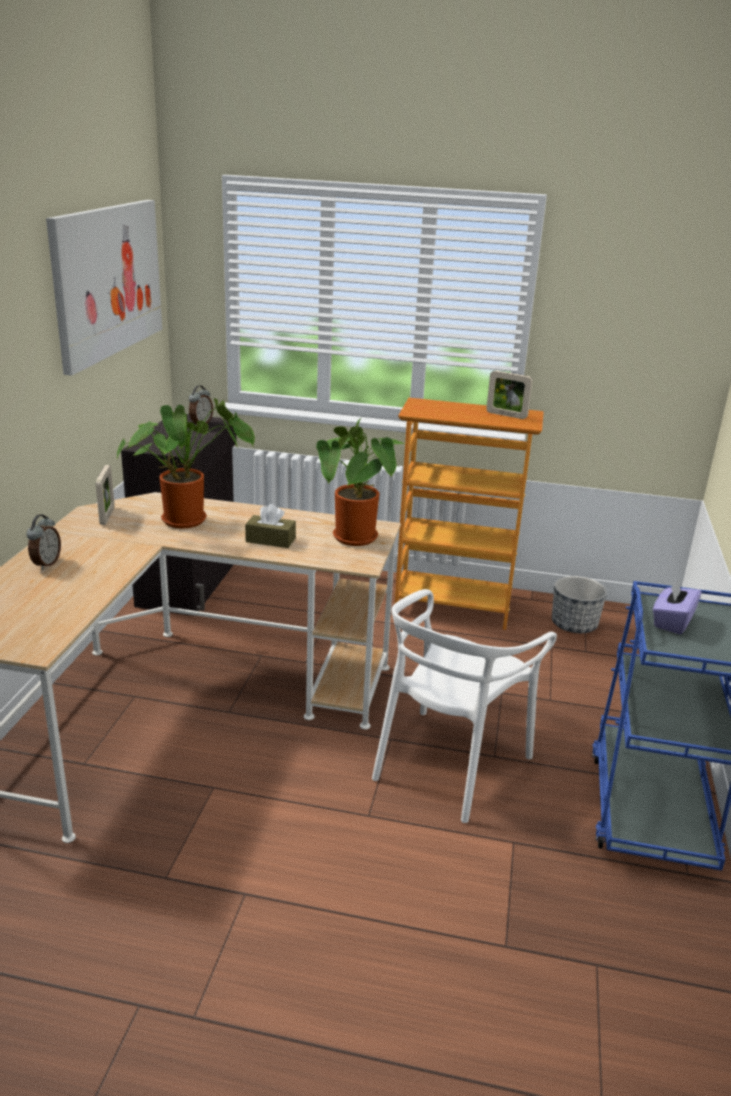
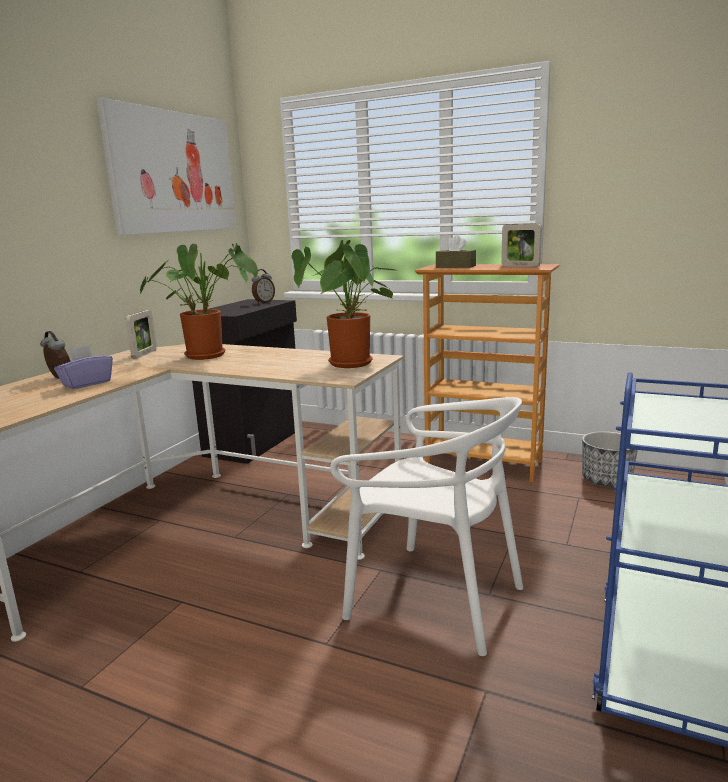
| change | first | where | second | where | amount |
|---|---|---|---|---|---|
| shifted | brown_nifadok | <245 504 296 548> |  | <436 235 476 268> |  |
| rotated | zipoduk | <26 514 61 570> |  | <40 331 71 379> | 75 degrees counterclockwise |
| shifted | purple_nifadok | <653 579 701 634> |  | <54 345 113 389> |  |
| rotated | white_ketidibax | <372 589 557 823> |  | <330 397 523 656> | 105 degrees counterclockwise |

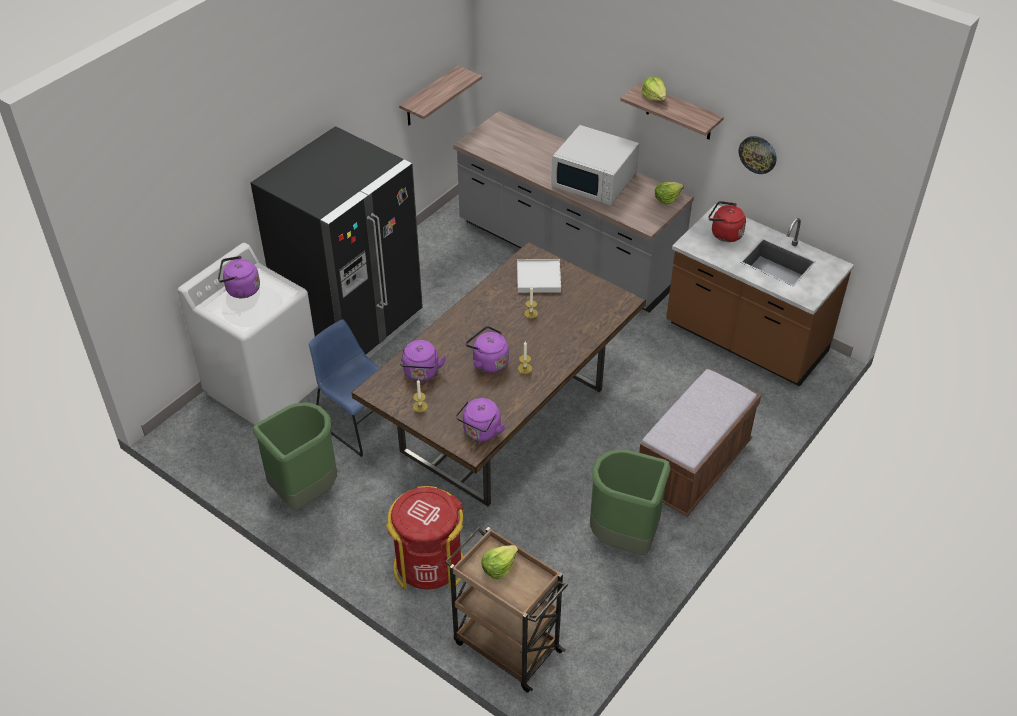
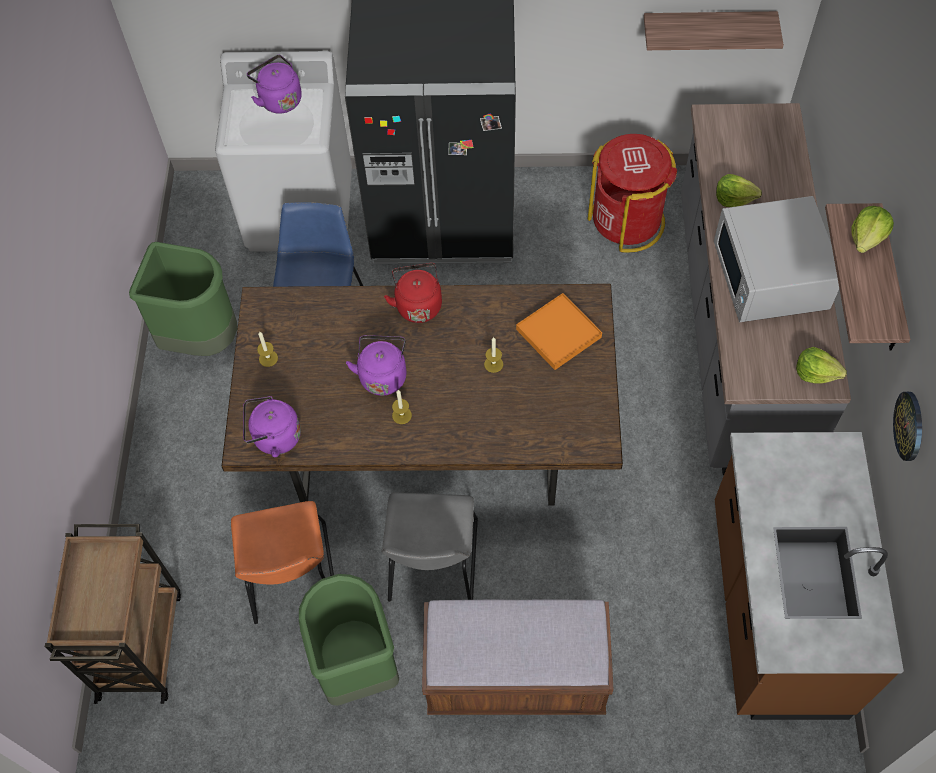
| change | first | where | second | where | amount |
|---|---|---|---|---|---|
| shifted | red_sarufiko | <709 201 746 242> |  | <384 263 442 323> |  |
| repainted | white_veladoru | <517 259 561 293> | orange_veladoru | <516 293 602 370> |  |
| gone | purple_sarufiko | <400 340 446 381> |  |  |  |
| shifted | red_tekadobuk | <386 486 464 590> |  | <588 134 677 253> |  |
| shifted | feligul | <481 545 518 579> |  | <716 174 762 207> |  |
| new |  |  | grey_ketidibax | <381 492 478 602> |  |
| new |  |  | orange_ketidibax | <231 501 334 624> |  |

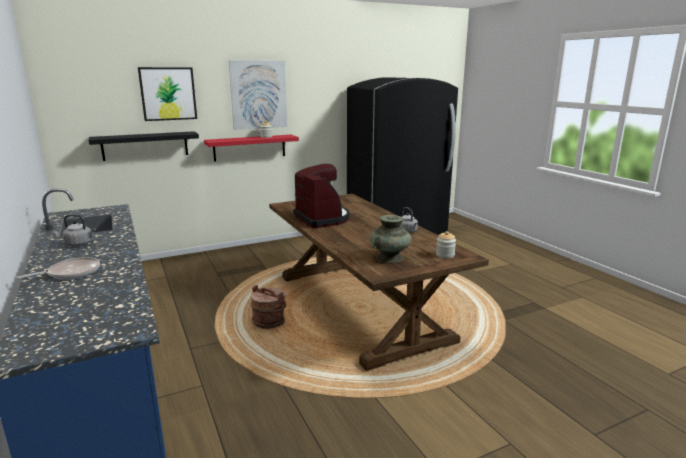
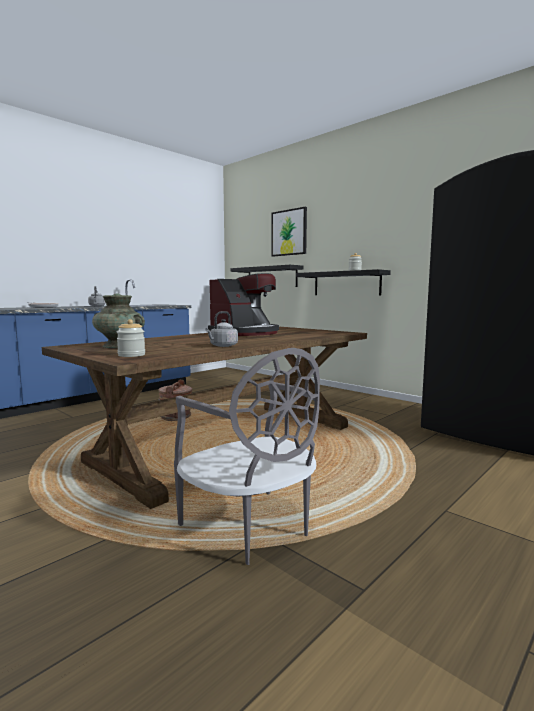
| change | first | where | second | where | amount |
|---|---|---|---|---|---|
| gone | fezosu | <229 60 287 130> |  |  |  |
| repainted | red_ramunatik | <204 135 299 162> | black_ramunatik | <296 269 391 295> |  |
| new |  |  | grey_ketidibax | <174 348 320 565> |  |

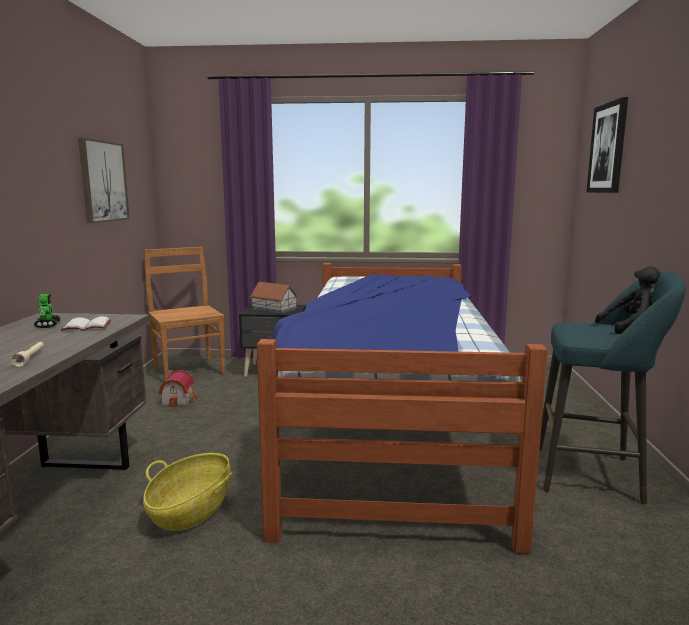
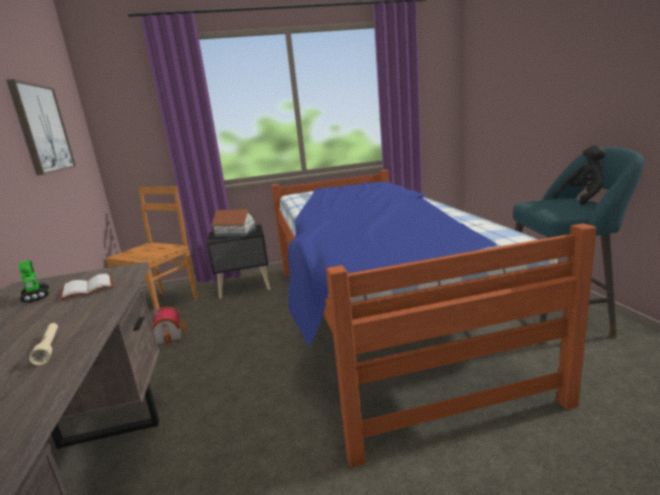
| change | first | where | second | where | amount |
|---|---|---|---|---|---|
| gone | fezosu | <587 97 628 193> |  |  |  |
| rotated | brown_ketidibax | <144 247 225 381> |  | <105 187 198 309> | 75 degrees clockwise |
| gone | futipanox | <143 453 232 531> |  |  |  |

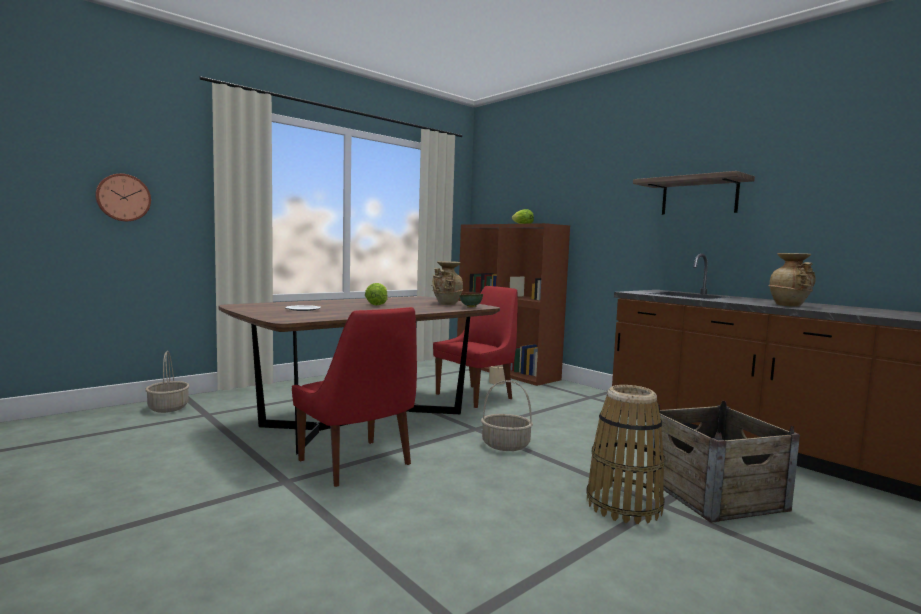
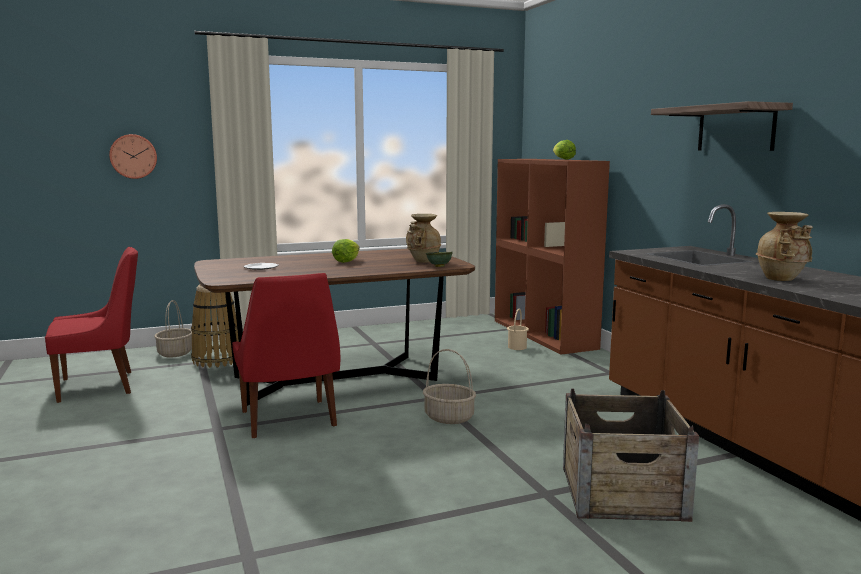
| change | first | where | second | where | amount |
|---|---|---|---|---|---|
| shifted | red_ketidibax | <433 286 518 408> |  | <45 247 138 403> |  |
| shifted | futipanox | <586 385 665 524> |  | <191 285 239 368> |  |

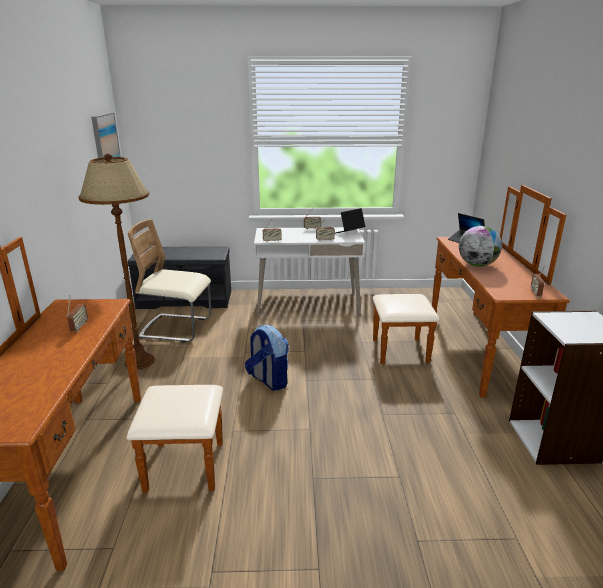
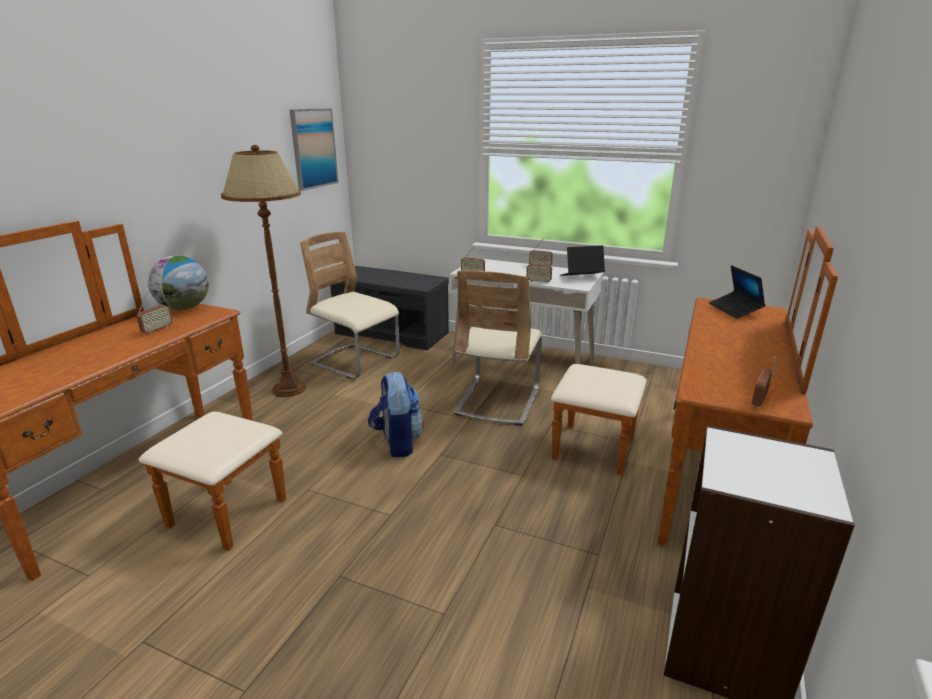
| change | first | where | second | where | amount |
|---|---|---|---|---|---|
| shifted | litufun | <459 226 502 267> |  | <148 255 209 310> |  |
| new |  |  | beige_ketidibax | <454 271 542 425> |  |

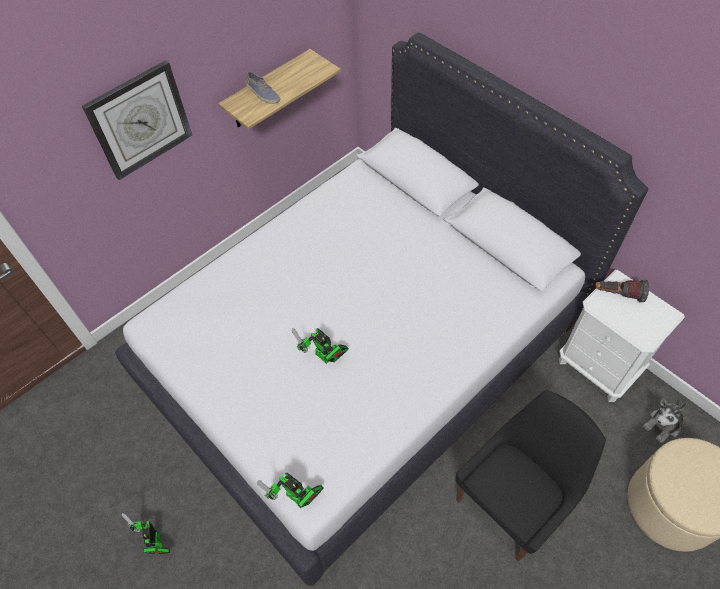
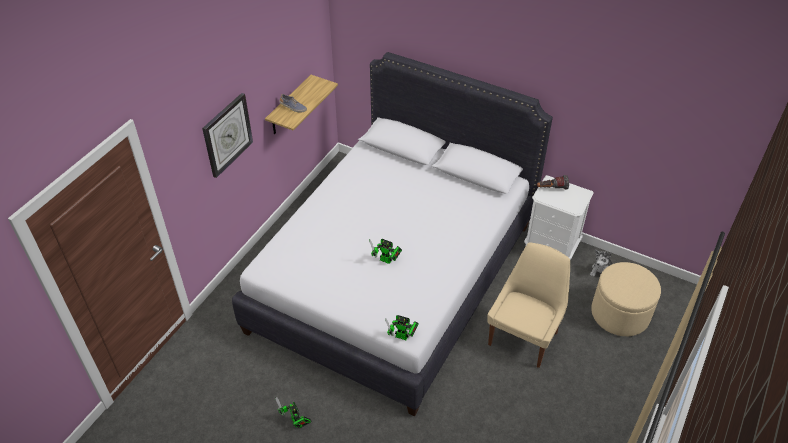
| change | first | where | second | where | amount |
|---|---|---|---|---|---|
| repainted | black_ketidibax | <456 390 606 562> | beige_ketidibax | <487 243 570 368> |  |

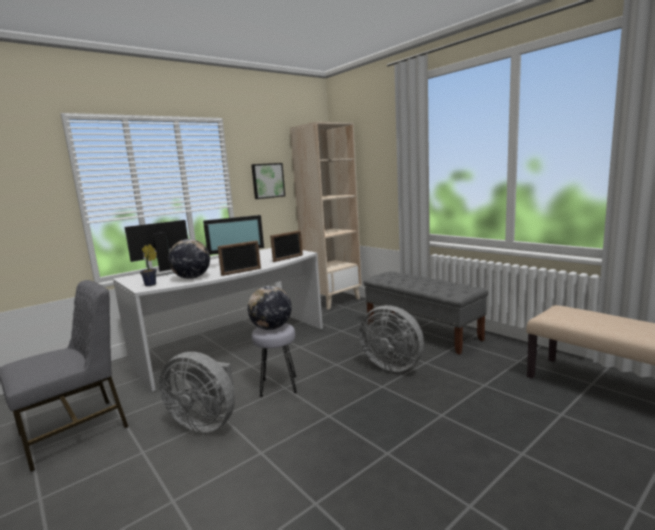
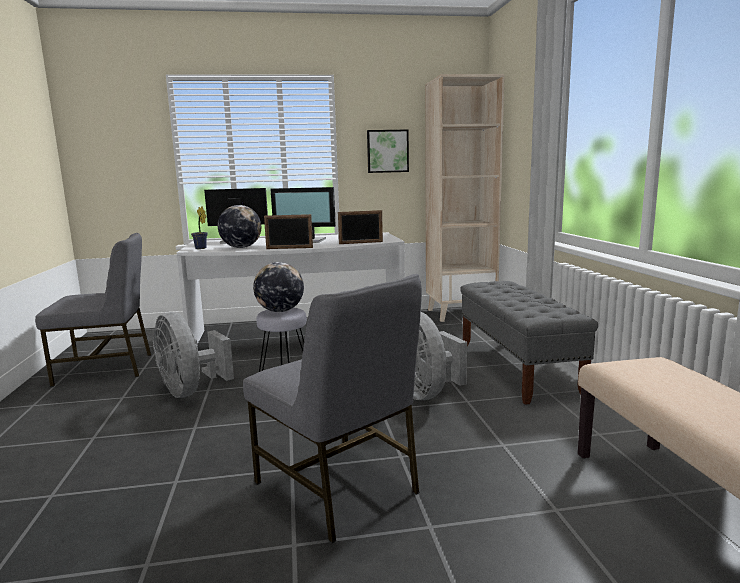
| change | first | where | second | where | amount |
|---|---|---|---|---|---|
| new |  |  | grey_ketidibax | <243 274 422 543> |  |

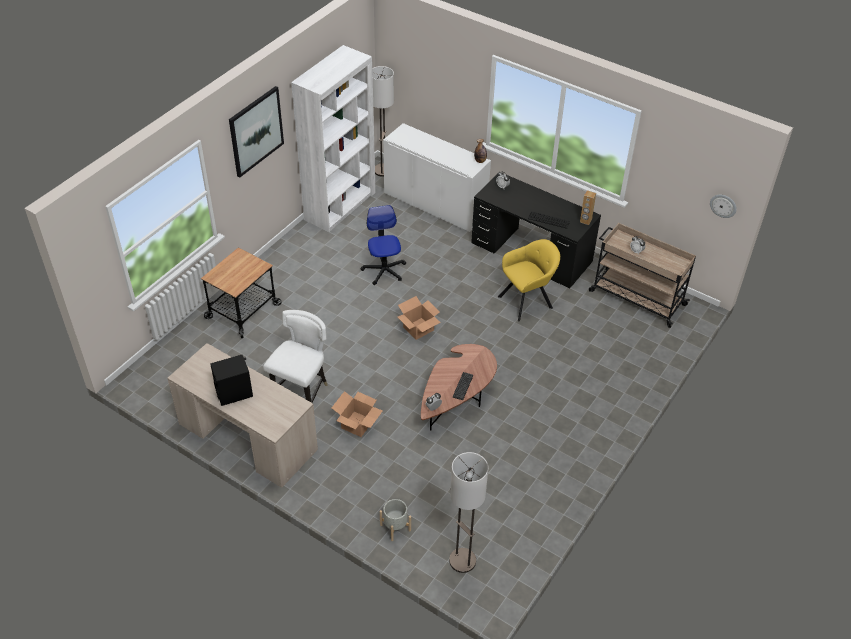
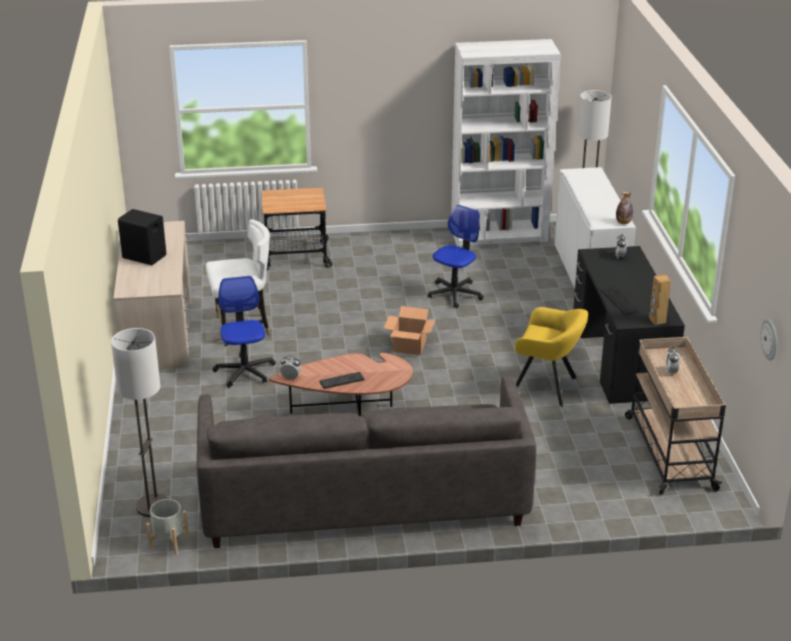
| change | first | where | second | where | amount |
|---|---|---|---|---|---|
| gone | fezosu | <229 86 284 178> |  |  |  |
| swapped | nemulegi | <332 391 383 437> | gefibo | <212 276 276 388> |  |
| shifted | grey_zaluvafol | <380 499 411 541> |  | <146 499 189 555> |  |
| new |  |  | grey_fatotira | <197 376 536 548> |  |

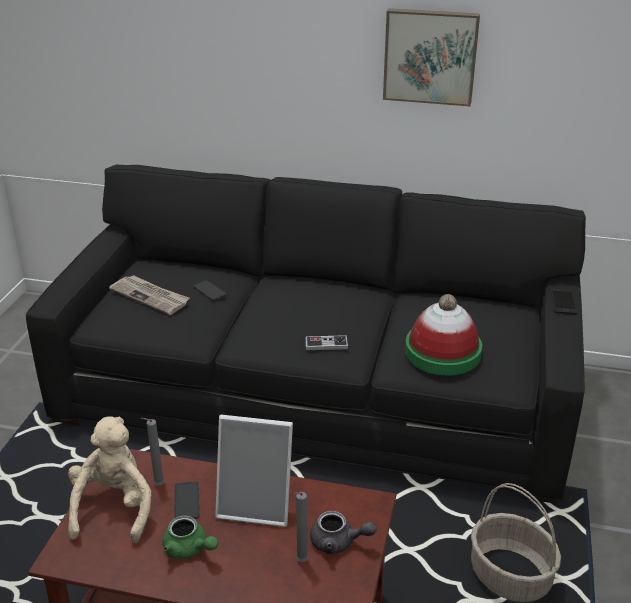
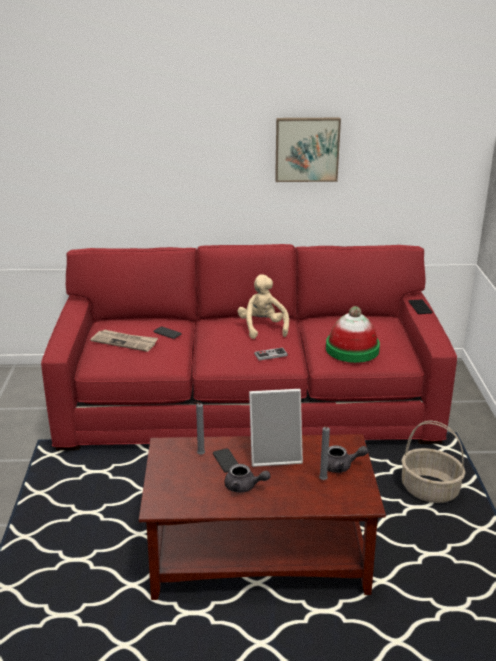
| change | first | where | second | where | amount |
|---|---|---|---|---|---|
| repainted | black_fatotira | <26 165 586 504> | red_fatotira | <41 244 457 450> |  |
| shifted | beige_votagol | <68 416 151 543> |  | <238 274 289 339> |  |
| repainted | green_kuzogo | <162 515 219 559> | grey_kuzogo | <225 464 270 493> |  |

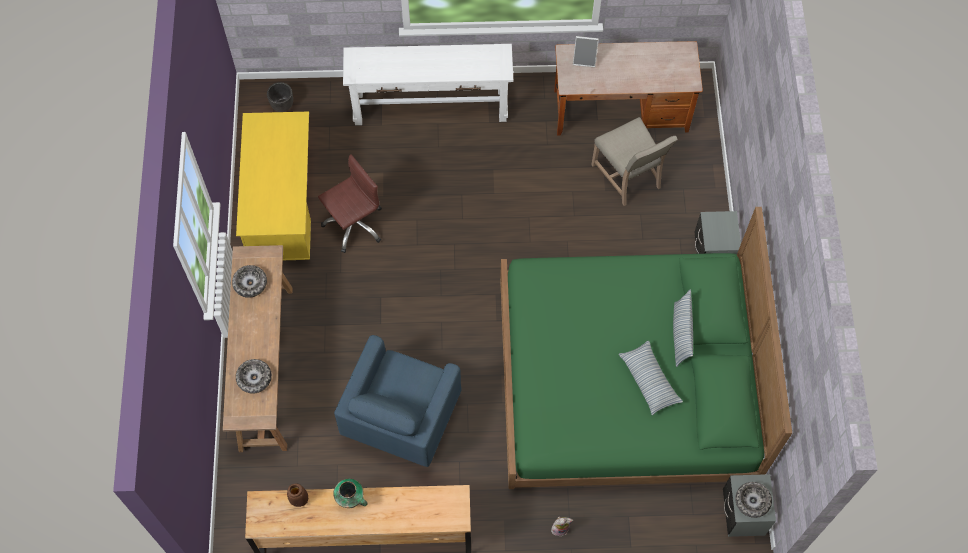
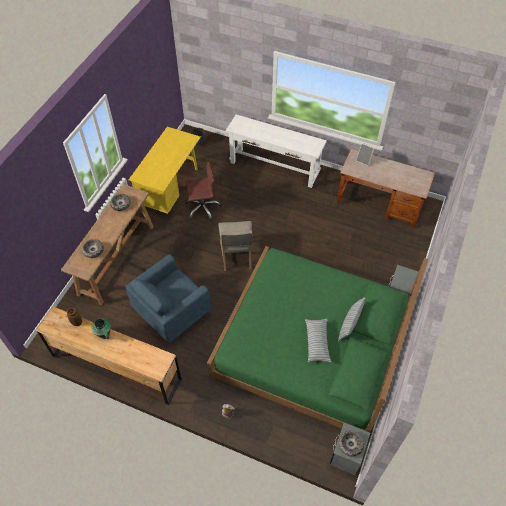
| change | first | where | second | where | amount |
|---|---|---|---|---|---|
| shifted | beige_ketidibax | <591 117 678 206> |  | <218 221 252 271> |  |

